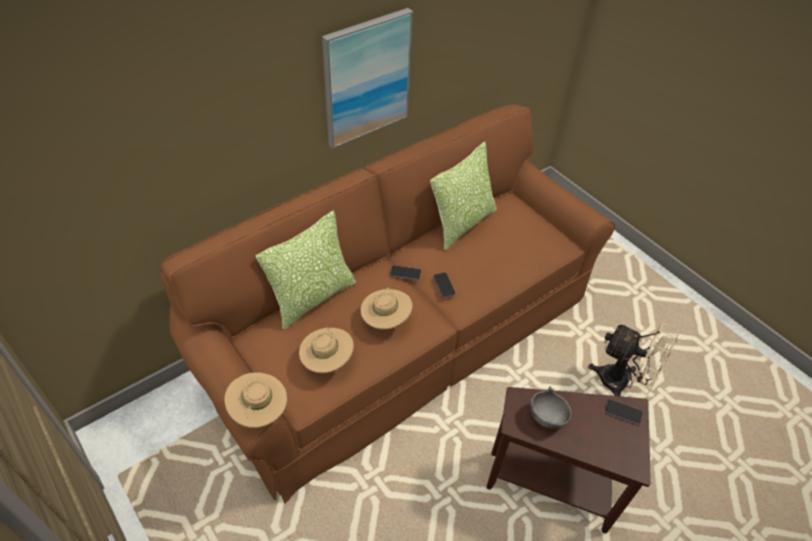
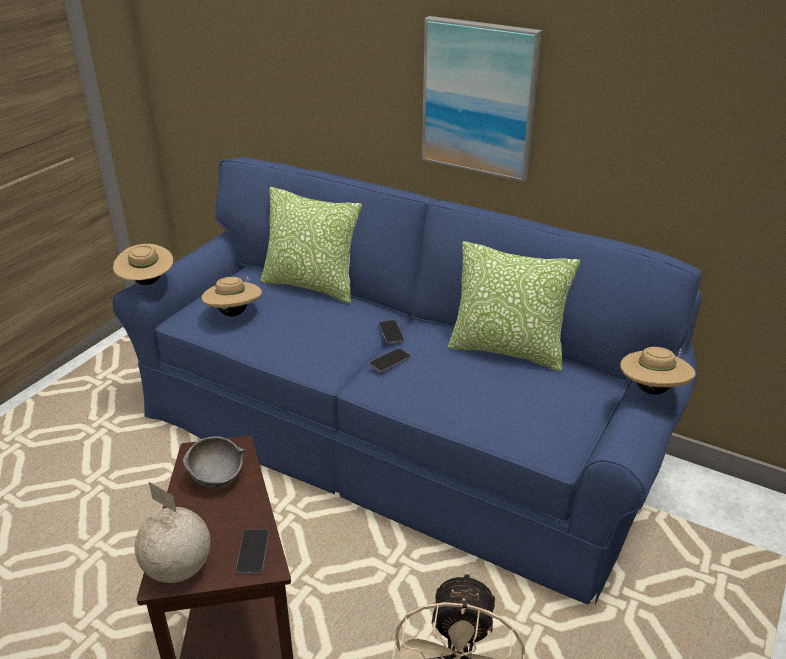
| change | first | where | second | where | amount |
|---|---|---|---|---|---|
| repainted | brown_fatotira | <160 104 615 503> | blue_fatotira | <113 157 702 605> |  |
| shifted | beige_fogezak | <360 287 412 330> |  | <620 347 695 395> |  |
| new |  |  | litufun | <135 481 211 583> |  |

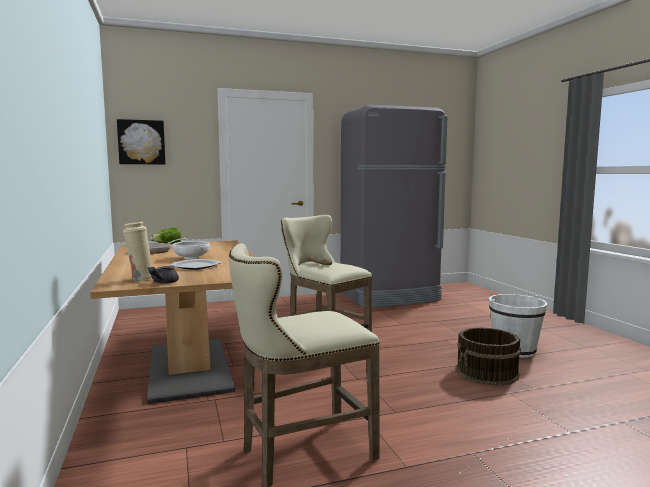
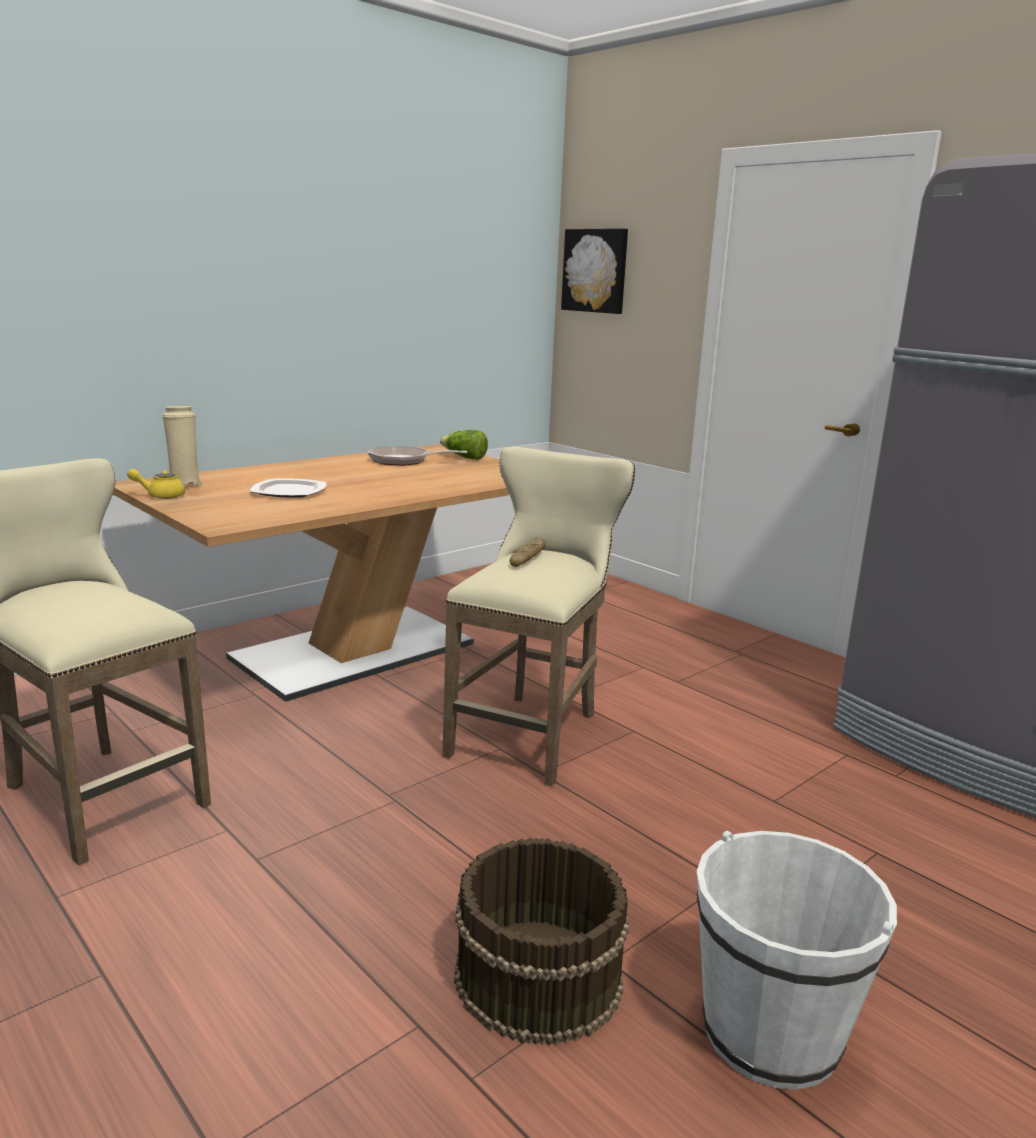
| change | first | where | second | where | amount |
|---|---|---|---|---|---|
| gone | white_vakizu | <172 241 210 259> |  |  |  |
| repainted | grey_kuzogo | <148 266 179 284> | yellow_kuzogo | <127 469 185 499> |  |

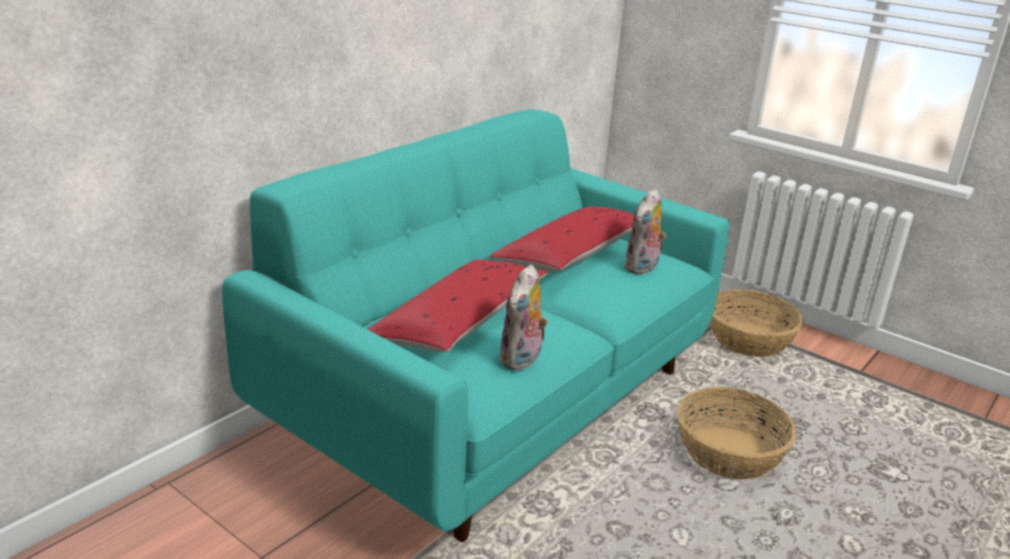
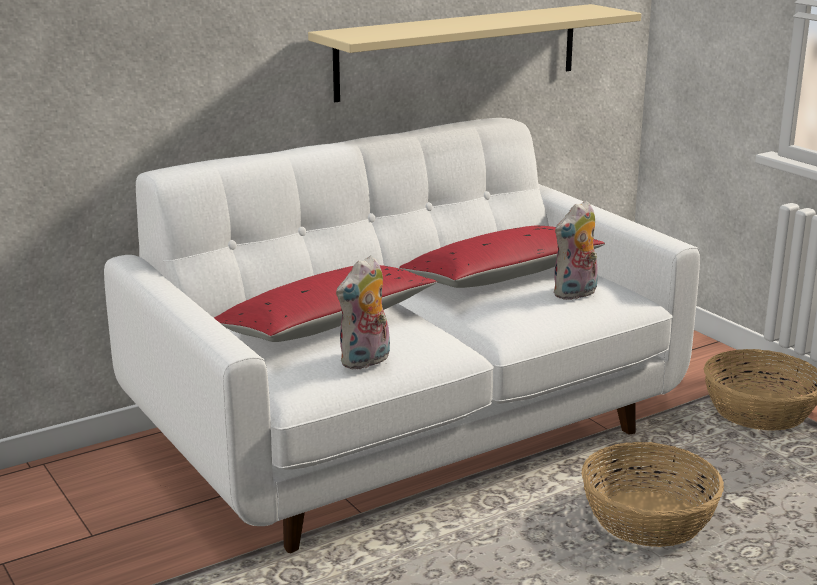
| change | first | where | second | where | amount |
|---|---|---|---|---|---|
| repainted | turquoise_fatotira | <222 110 729 542> | white_fatotira | <104 118 700 553> |  |
| new |  |  | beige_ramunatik | <308 4 641 102> |  |

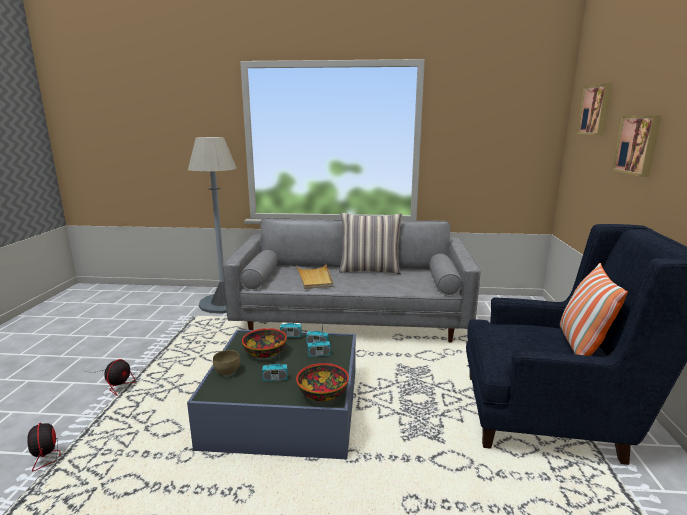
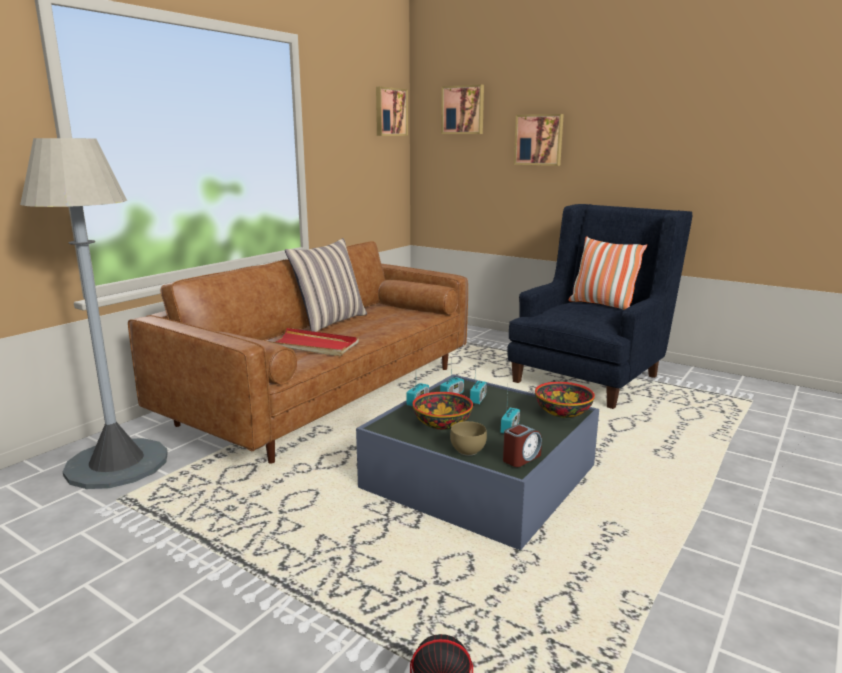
| change | first | where | second | where | amount |
|---|---|---|---|---|---|
| repainted | grey_fatotira | <223 218 480 343> | brown_fatotira | <128 241 468 464> |  |
| repainted | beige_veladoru | <296 264 333 289> | red_veladoru | <267 328 359 356> |  |
| gone | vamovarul | <86 359 137 396> |  |  |  |
| new |  |  | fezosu | <376 86 408 136> |  |
| new |  |  | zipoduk | <503 424 542 467> |  |

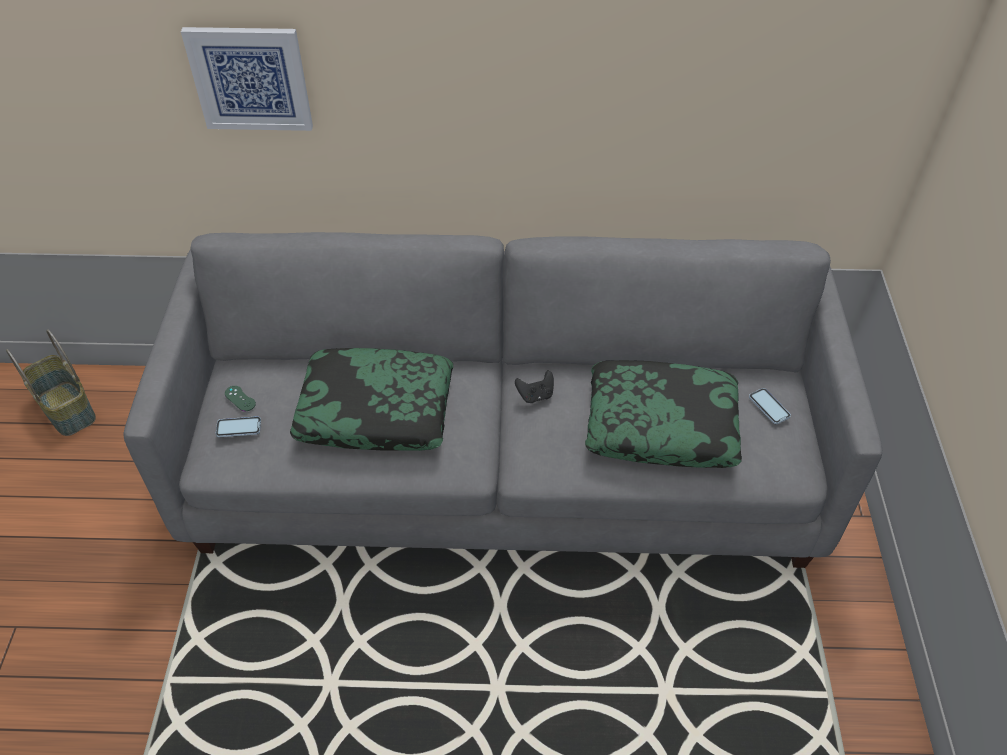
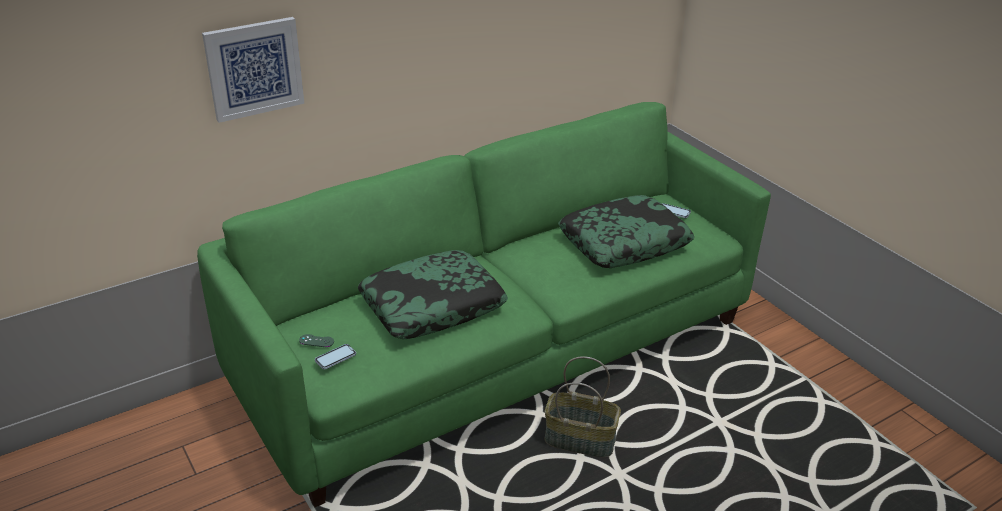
| change | first | where | second | where | amount |
|---|---|---|---|---|---|
| repainted | grey_fatotira | <124 232 882 568> | green_fatotira | <197 102 771 507> |  |
| shifted | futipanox | <6 329 96 436> |  | <545 356 621 457> |  |
| gone | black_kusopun | <515 370 554 403> |  |  |  |

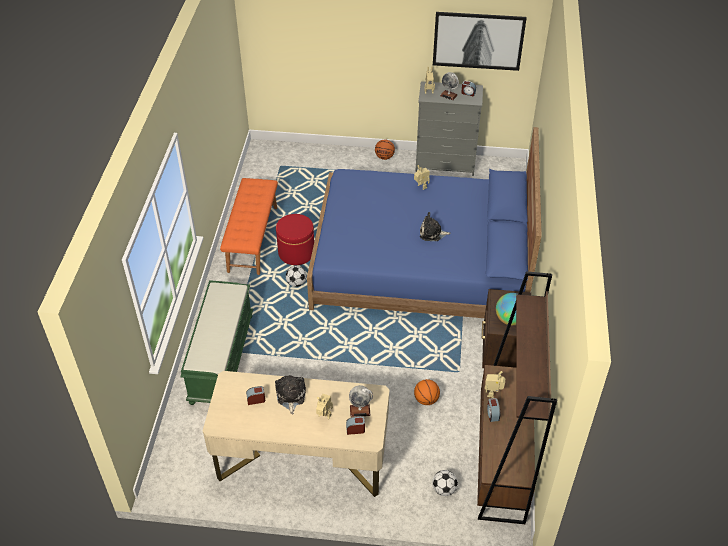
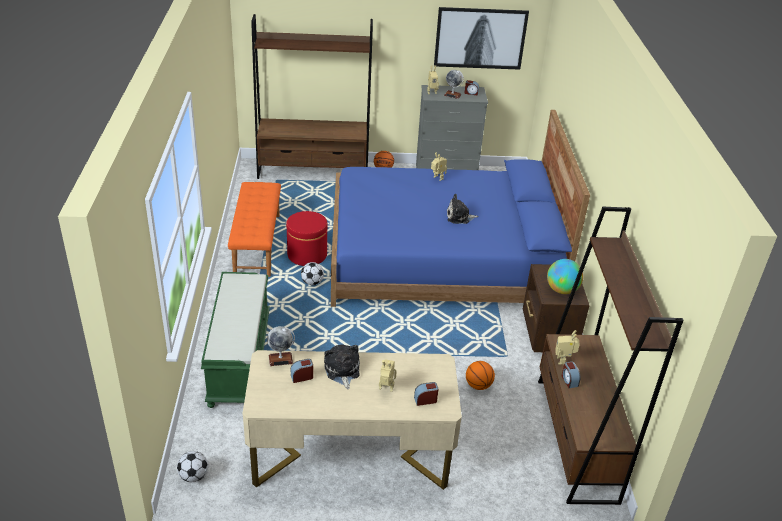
| change | first | where | second | where | amount |
|---|---|---|---|---|---|
| shifted | litufun | <349 385 373 417> |  | <267 326 295 366> |  |
| shifted | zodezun | <432 470 458 496> |  | <177 451 208 482> |  |
| new |  |  | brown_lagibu | <251 14 373 179> |  |

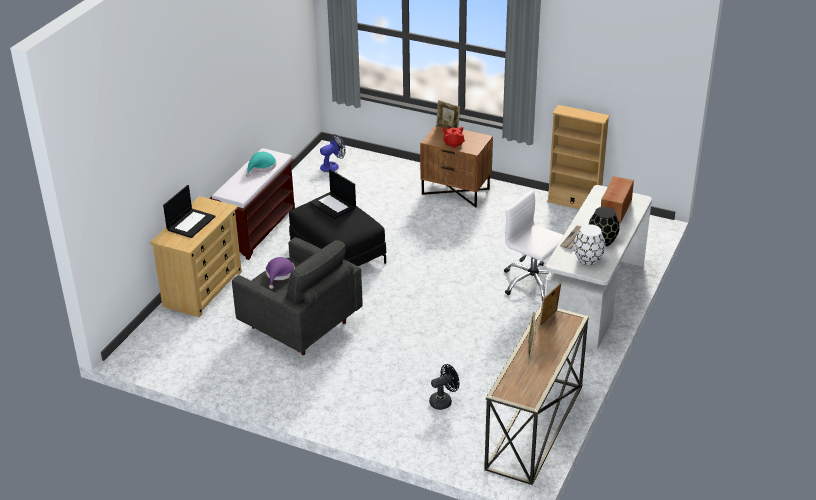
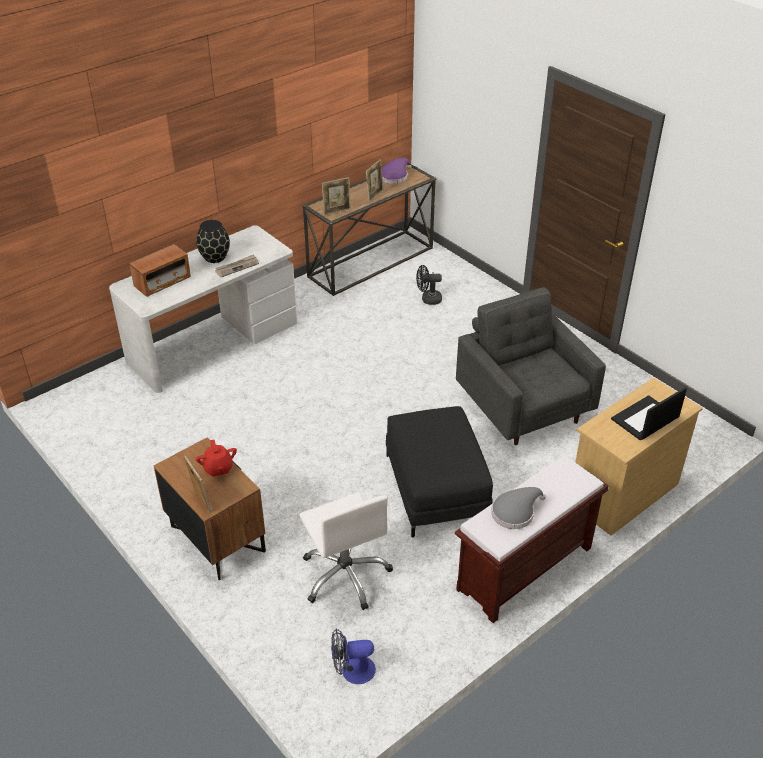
| change | first | where | second | where | amount |
|---|---|---|---|---|---|
| gone | beige_lagibu | <547 105 610 209> |  |  |  |
| repainted | turquoise_fogezak | <246 152 276 177> | grey_fogezak | <491 487 546 529> |  |
| gone | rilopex | <310 169 356 219> |  |  |  |
| shifted | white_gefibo | <504 190 564 299> |  | <299 492 393 610> |  |
| gone | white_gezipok | <574 224 605 265> |  |  |  |
| shifted | purple_fogezak | <265 257 295 289> |  | <382 158 412 184> |  |

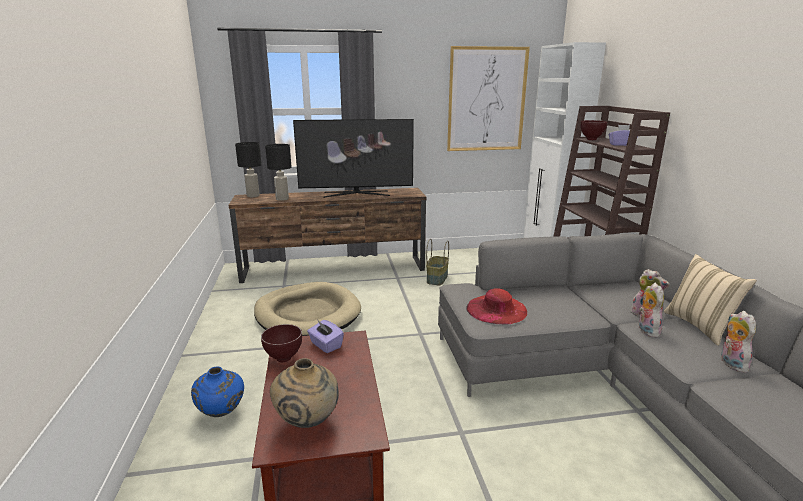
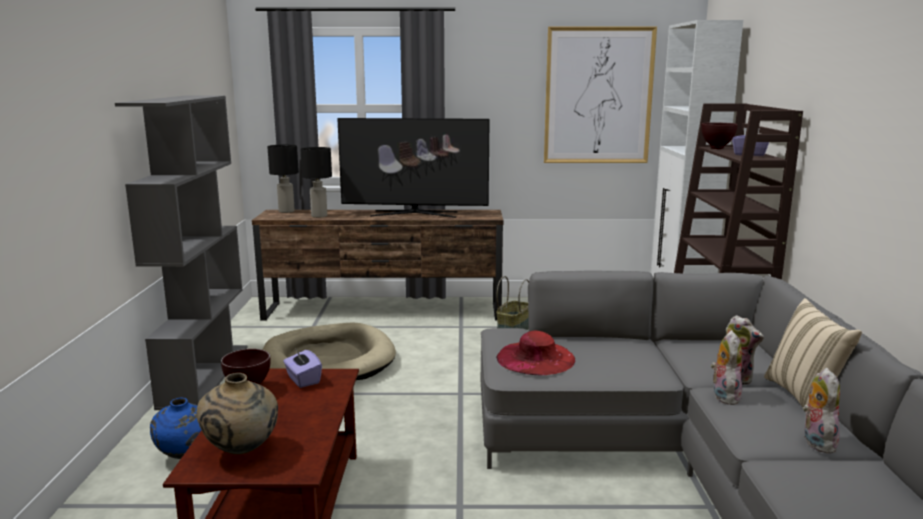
| change | first | where | second | where | amount |
|---|---|---|---|---|---|
| new |  |  | grey_lagibu | <115 96 248 410> |  |

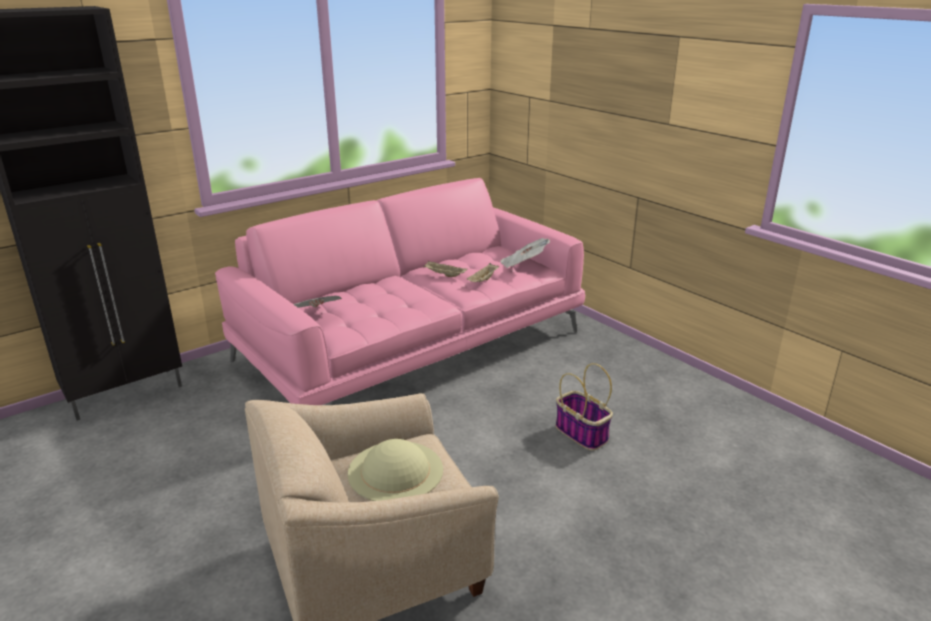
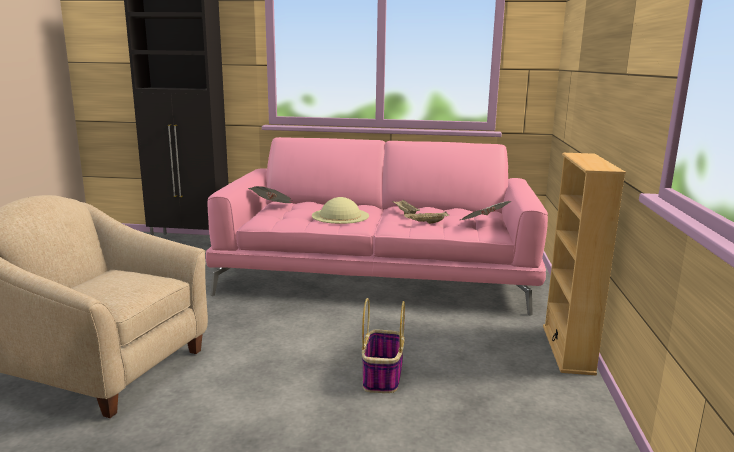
| change | first | where | second | where | amount |
|---|---|---|---|---|---|
| shifted | beige_fogezak | <348 439 443 501> |  | <312 197 369 224> |  |
| new |  |  | beige_lagibu | <543 153 626 375> |  |

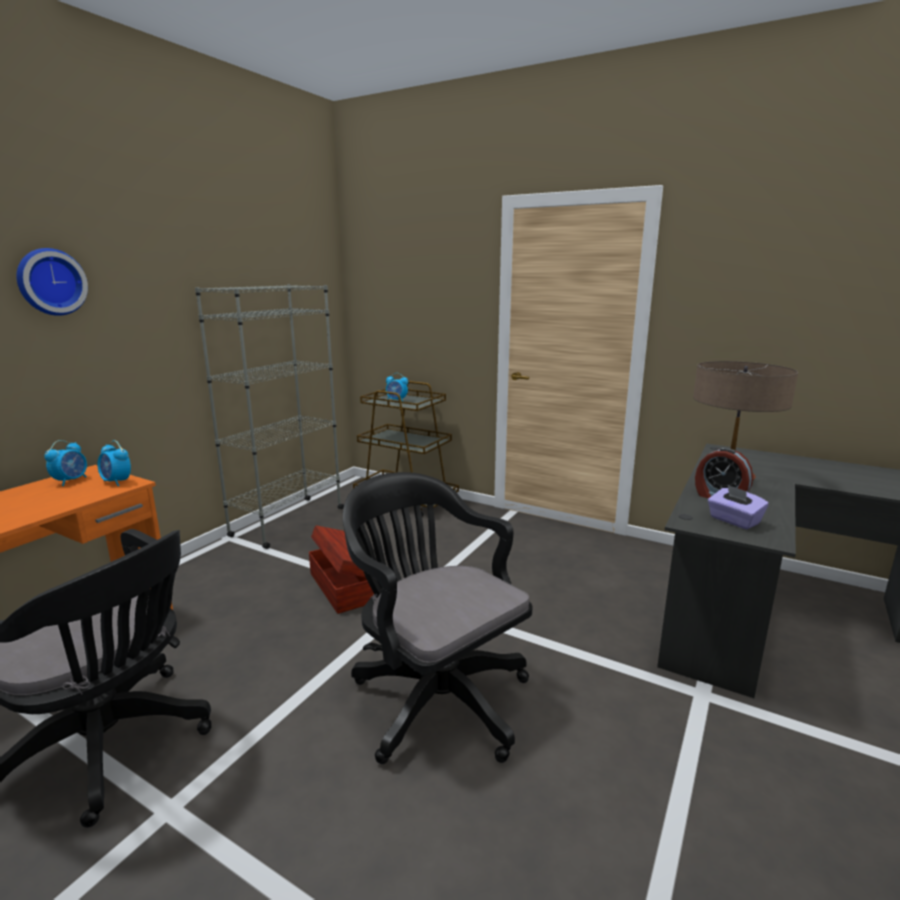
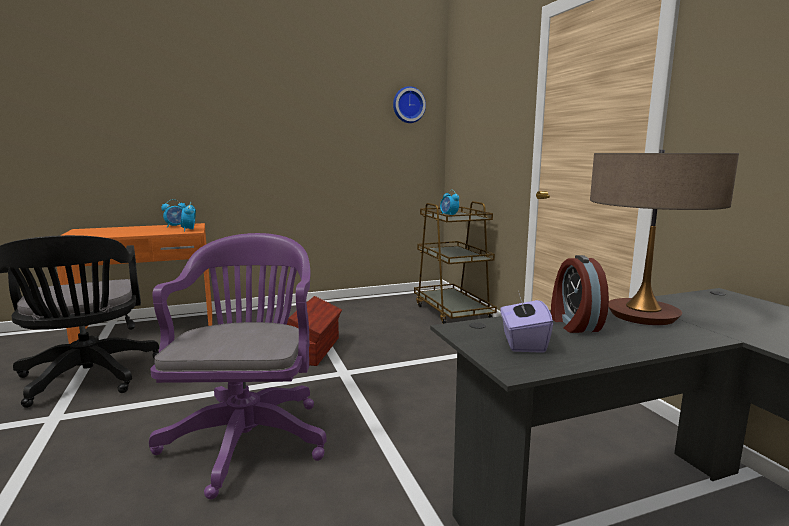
| change | first | where | second | where | amount |
|---|---|---|---|---|---|
| shifted | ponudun | <16 248 88 316> |  | <393 86 426 123> |  |
| gone | grey_lagibu | <195 284 344 549> |  |  |  |
| repainted | black_gefibo | <343 472 532 764> | purple_gefibo | <149 233 327 499> |  |

